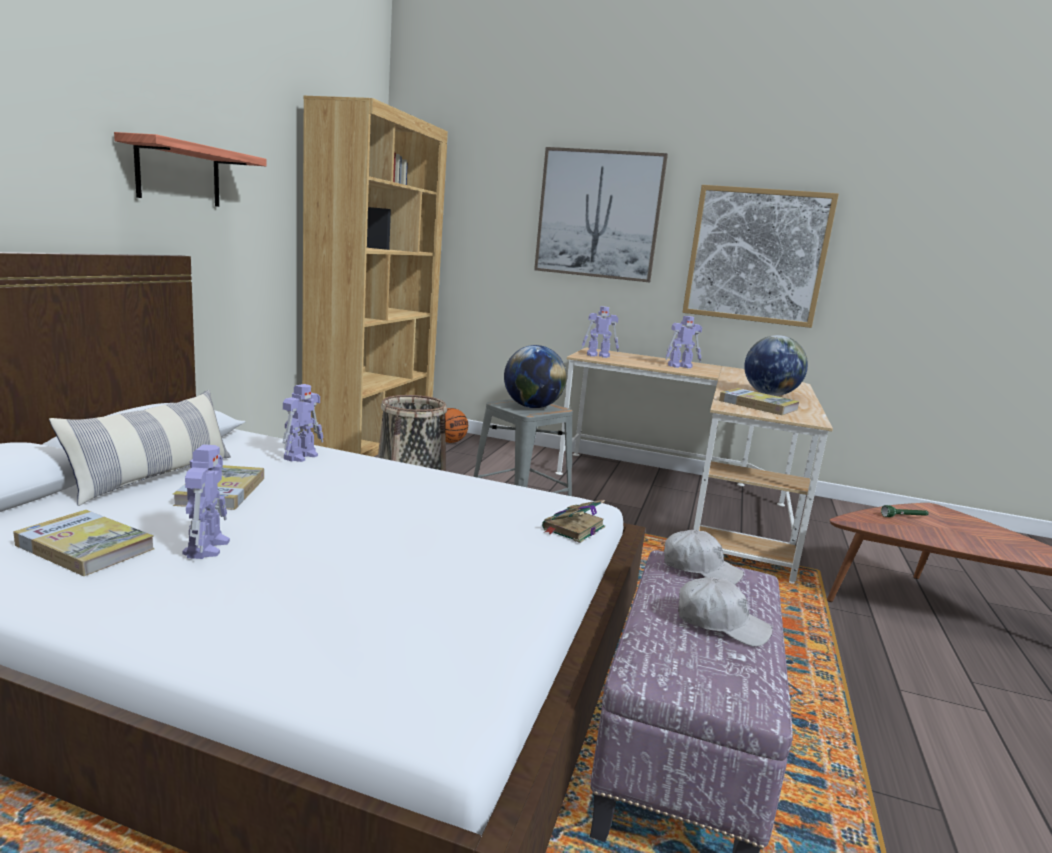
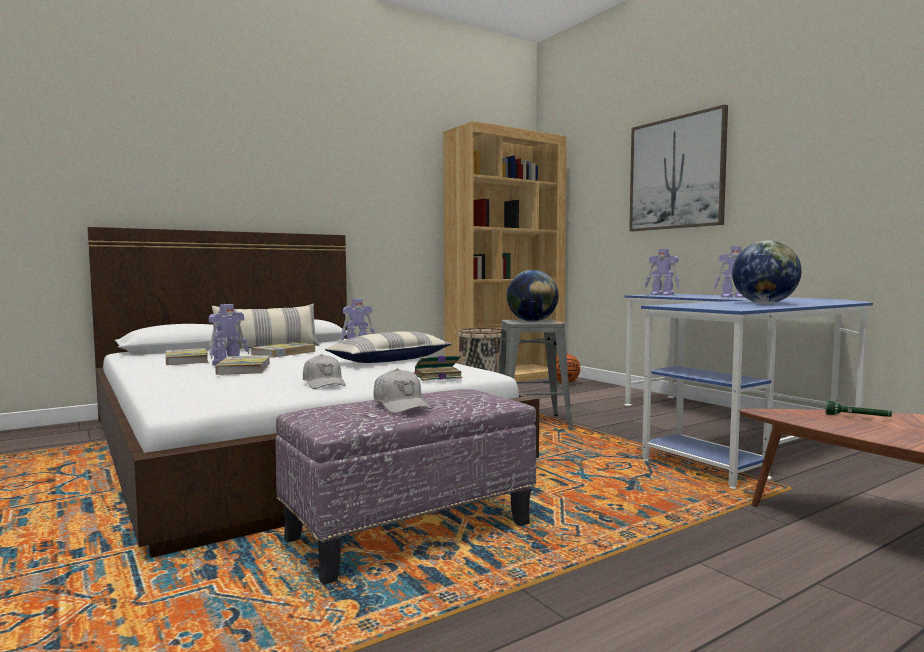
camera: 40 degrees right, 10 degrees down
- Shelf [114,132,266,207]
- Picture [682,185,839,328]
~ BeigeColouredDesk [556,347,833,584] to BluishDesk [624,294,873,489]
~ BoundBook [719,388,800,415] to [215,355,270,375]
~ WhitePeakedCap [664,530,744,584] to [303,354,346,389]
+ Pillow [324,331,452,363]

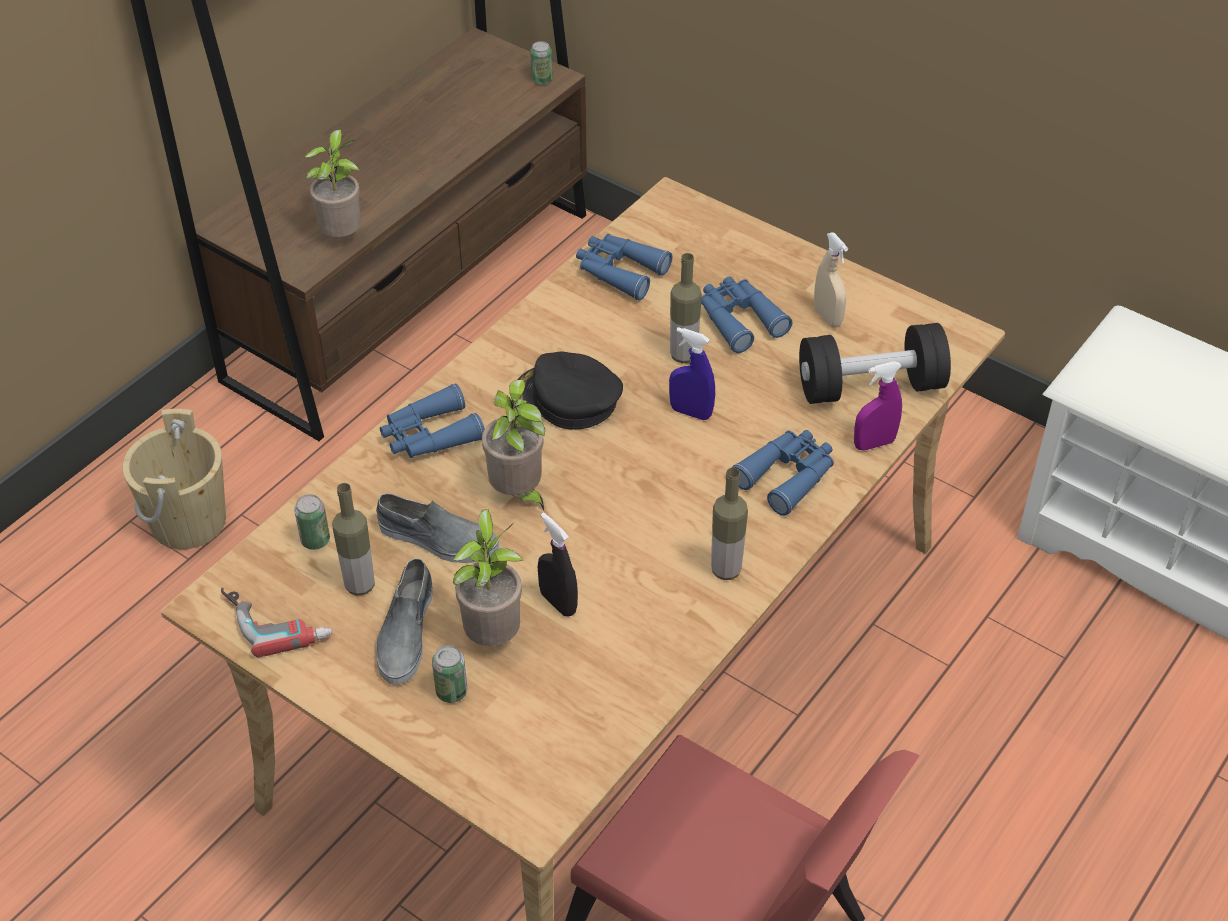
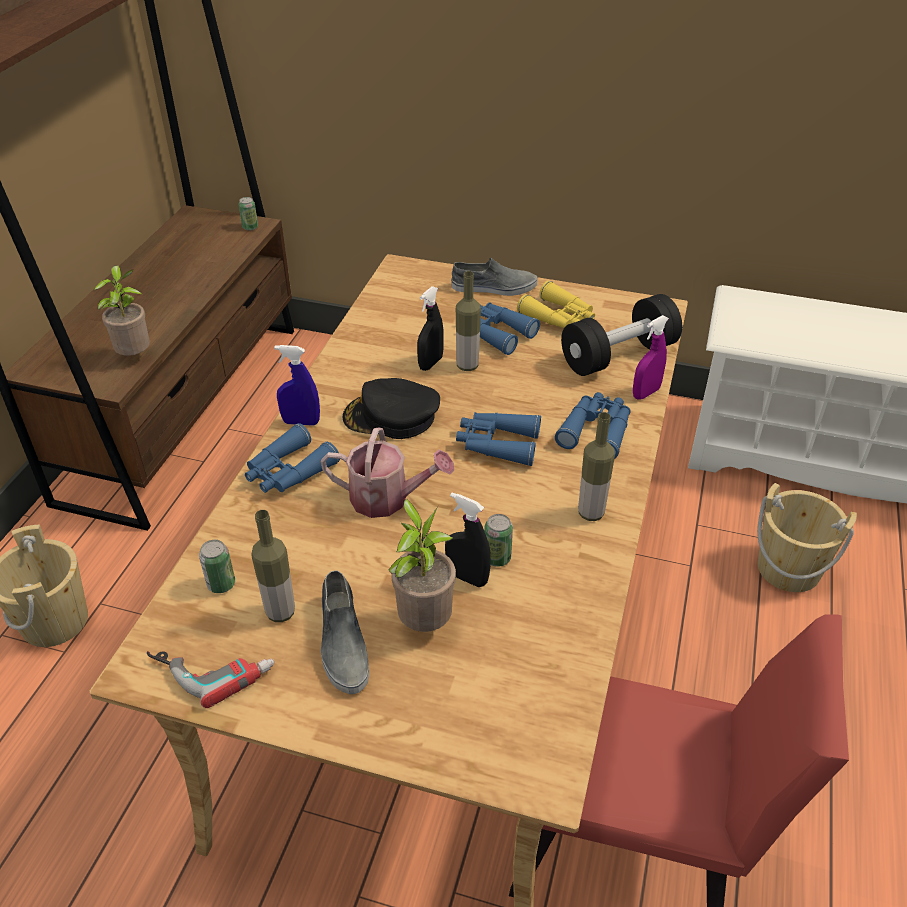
camera: 20 degrees left, 5 degrees down
~ BeigeColouredSprayBottle [814,232,848,328] to YellowishPairOfBinoculars [517,281,595,328]
~ BluishPairOfBinoculars [576,234,672,301] to [456,412,541,466]
~ BluishSprayBottle [669,327,715,420] to [274,345,320,426]
~ PottedPlant [482,380,545,510] to SprinklingCan [321,428,454,518]
~ GreyishShoe [376,493,499,563] to [451,258,537,296]
~ SealedCan [432,645,467,703] to [484,514,513,567]
+ BlackColouredSprayBottle [417,286,443,371]
+ BeigeColouredPail [757,483,857,592]

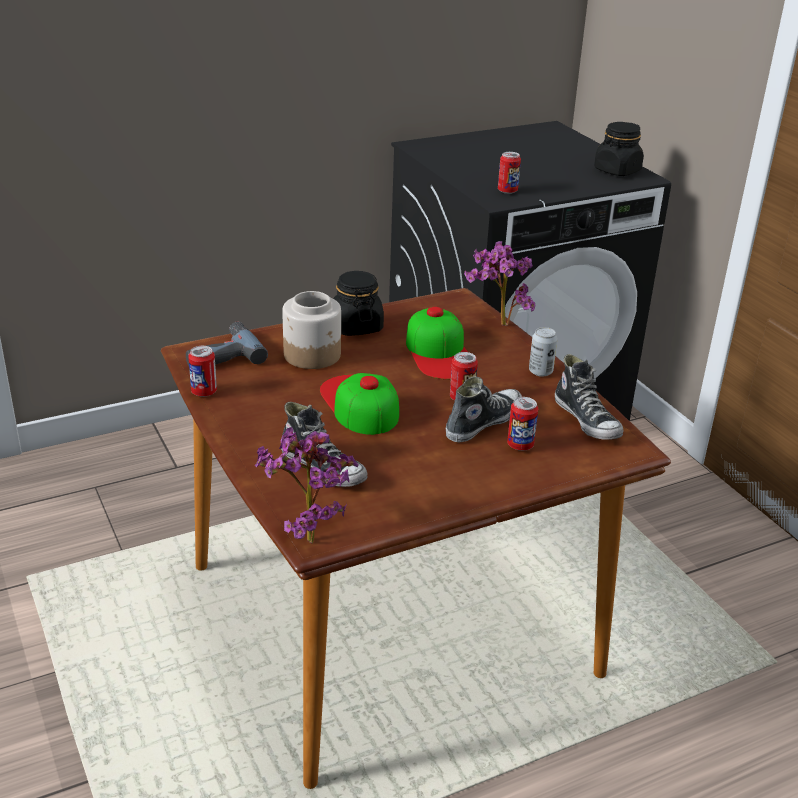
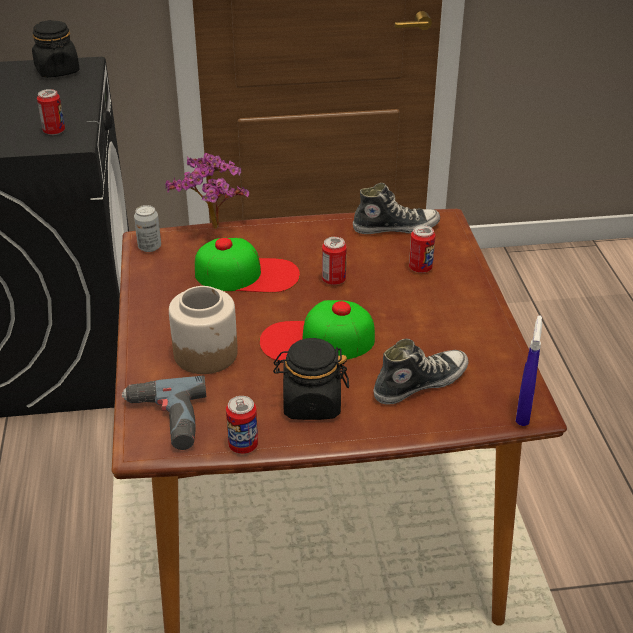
camera: 70 degrees left, 5 degrees up
~ BlackColouredPreserveJar [333,271,384,336] to [273,338,349,420]
~ SealedCan [529,327,557,377] to [134,205,161,252]
- Shoe [446,376,522,442]
~ PottedPlant [255,427,359,544] to BluishSprayBottle [516,315,542,426]

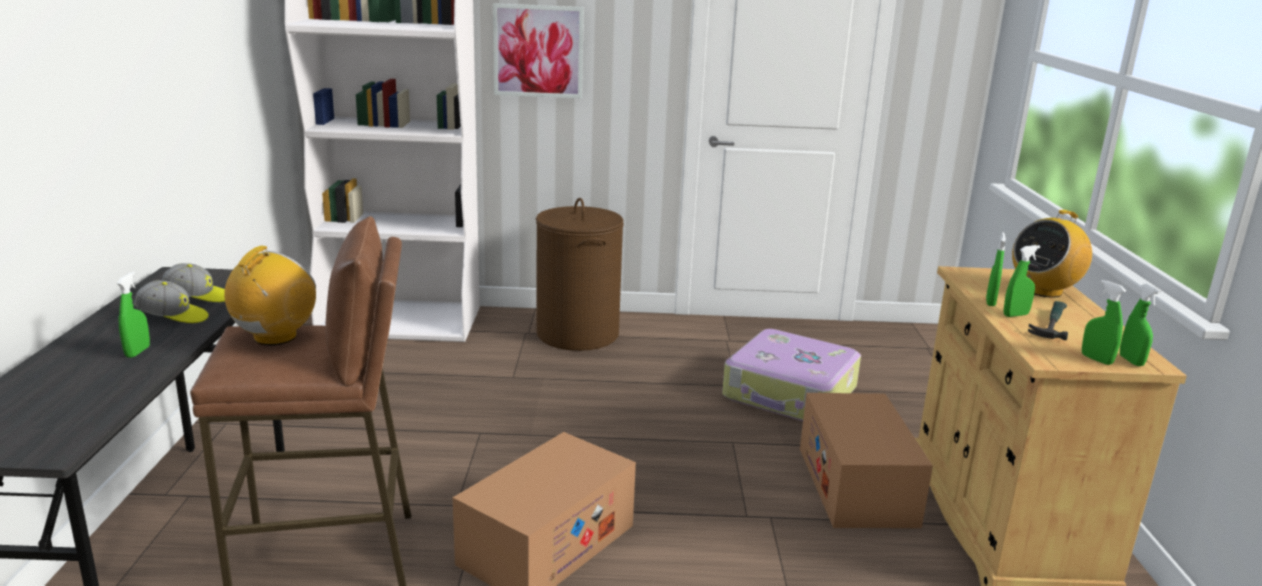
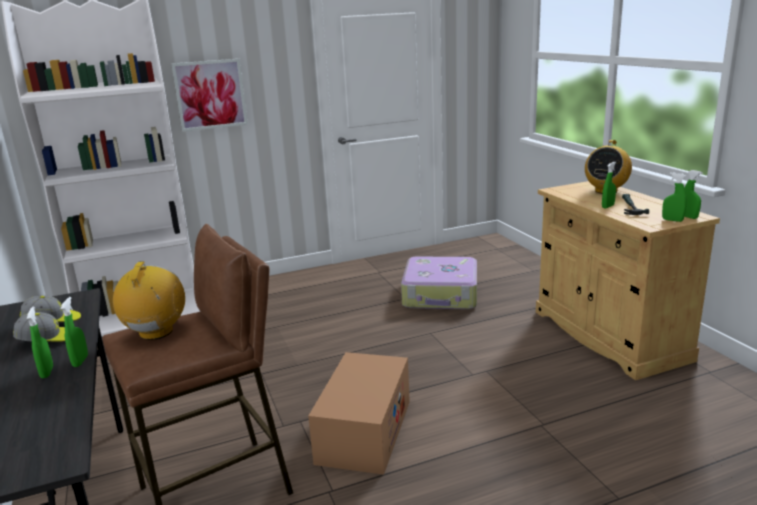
camera: 20 degrees left, 0 degrees up
- BrownColouredLaundryBasket [536,198,624,351]
~ GreenishSprayBottle [986,232,1006,306] to [60,297,88,367]
- CardboardBox [800,393,933,528]

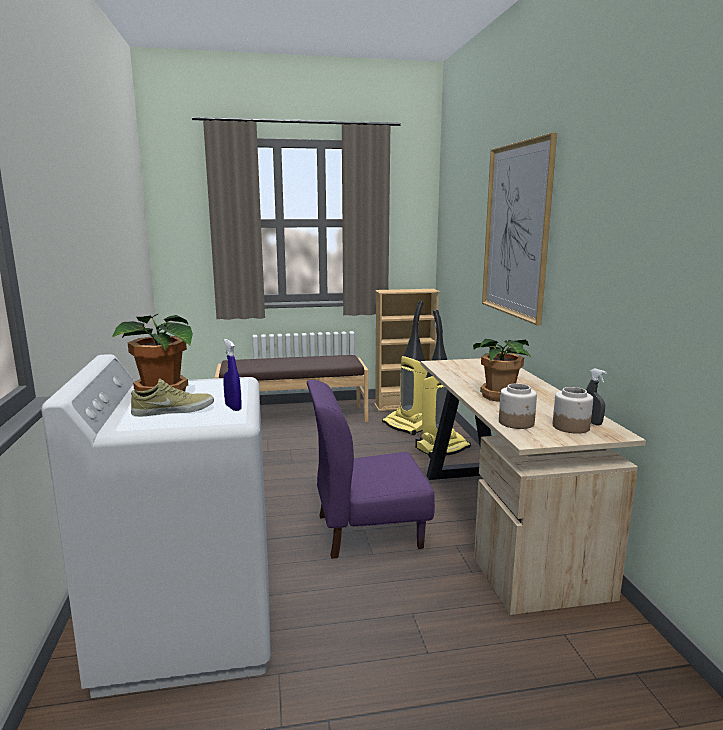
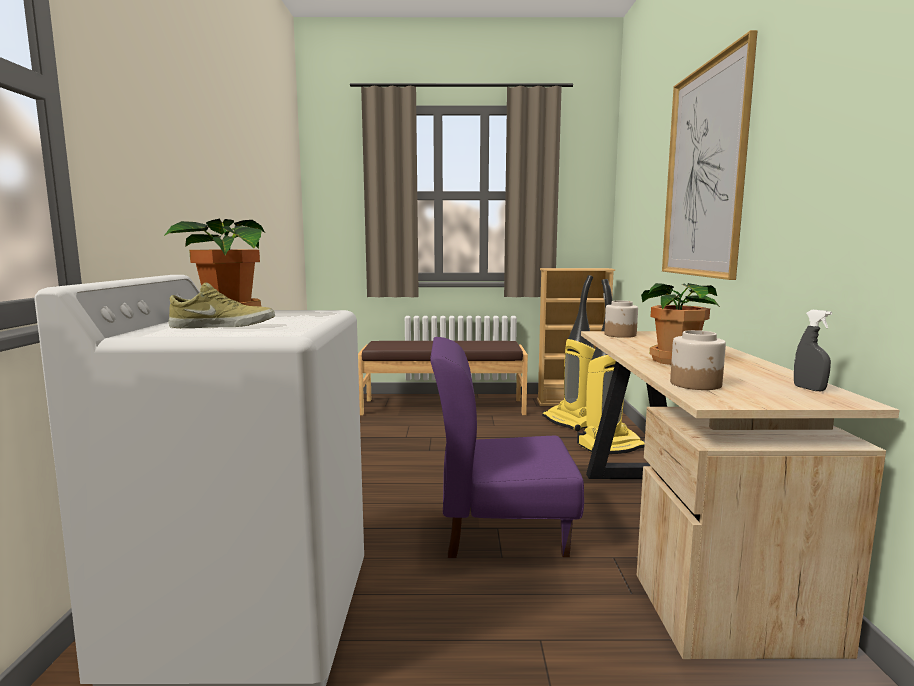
camera: 10 degrees right, 5 degrees down
- BluishSprayBottle [223,339,242,411]
~ PreserveJar [553,387,593,434] to [605,301,638,338]

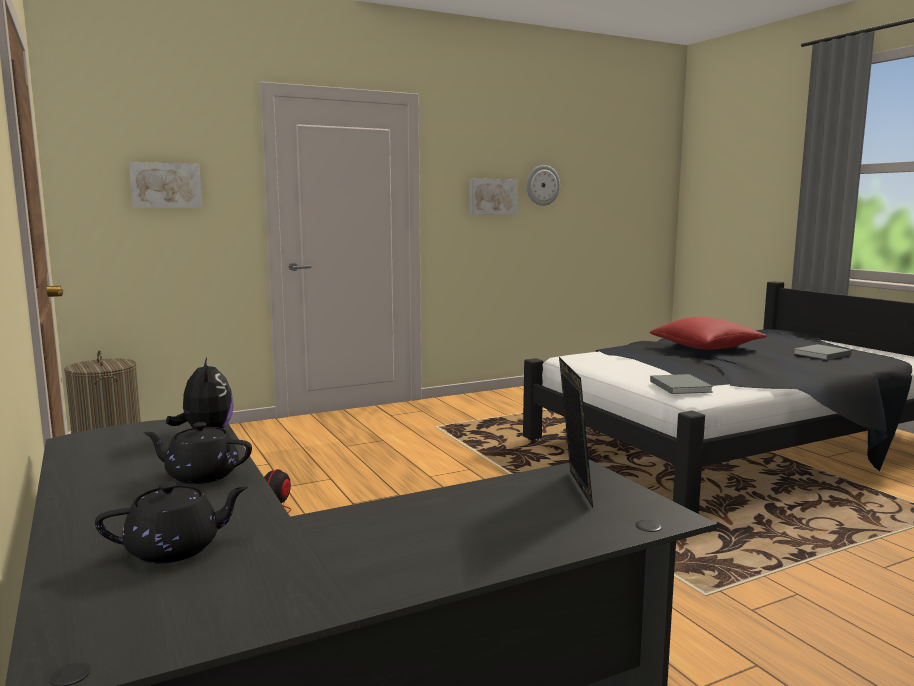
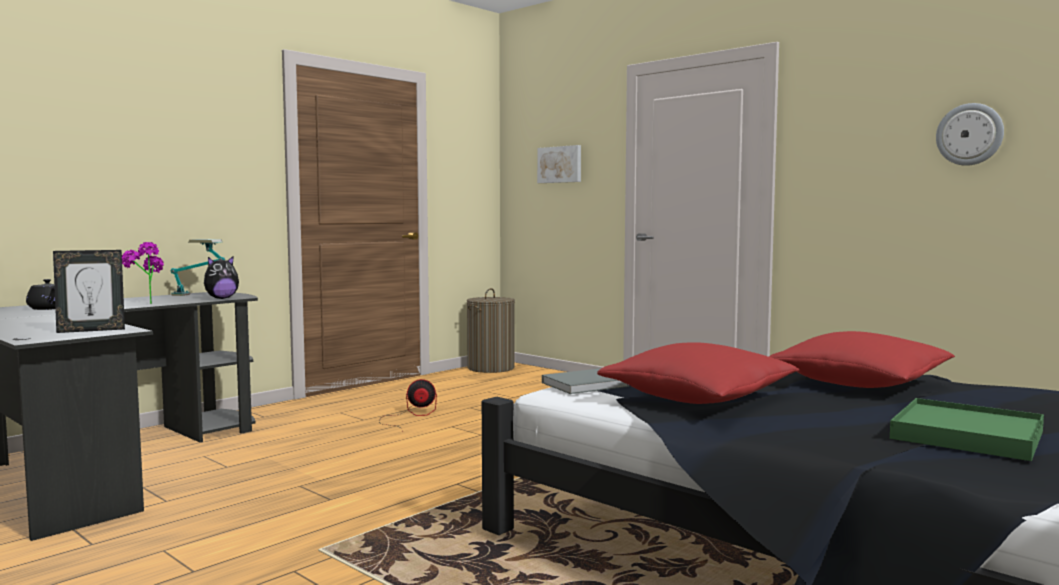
camera: 70 degrees right, 5 degrees down
- Picture [469,179,518,215]
~ GreyishBoundBook [793,344,852,360] to GreenishServingTray [890,398,1044,461]
~ BlackColouredTeapot [144,422,252,484] to PottedPlant [122,242,164,304]
+ TableLamp [171,239,225,296]
+ RedPillow [597,342,799,404]

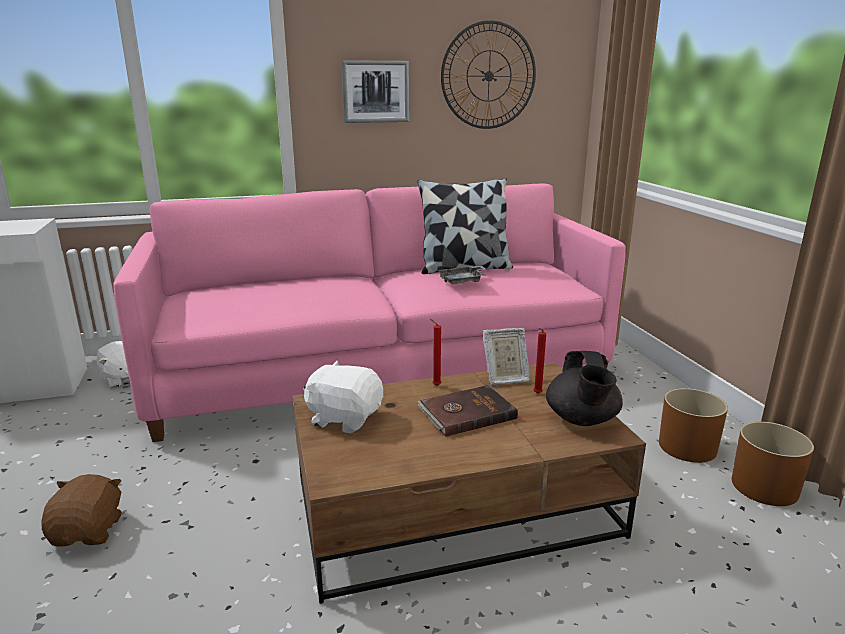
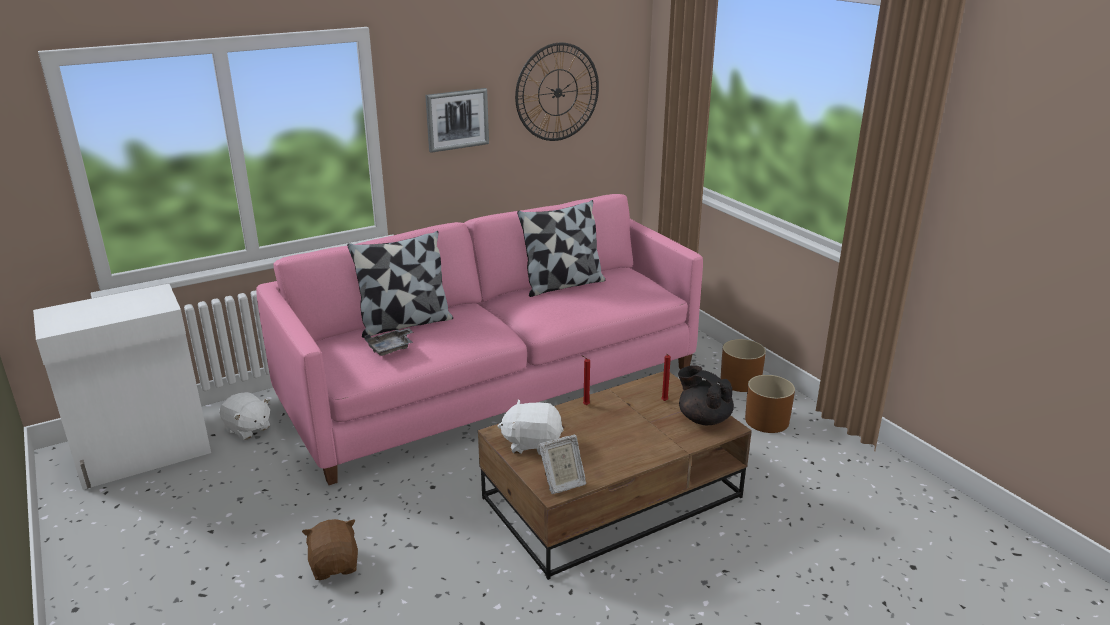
camera: 15 degrees left, 5 degrees up
~ GreyishServingTray [437,266,486,284] to [364,328,414,356]
~ PictureFrame [482,328,530,385] to [539,434,586,494]
~ BlackColouredTeapot [546,351,623,426] = [678,365,734,425] 150 degrees clockwise
- BrownColouredBoundBook [417,385,518,437]
~ BrownColouredFlowerPot [732,422,814,506] to [720,339,766,392]
+ Pillow [347,231,453,338]

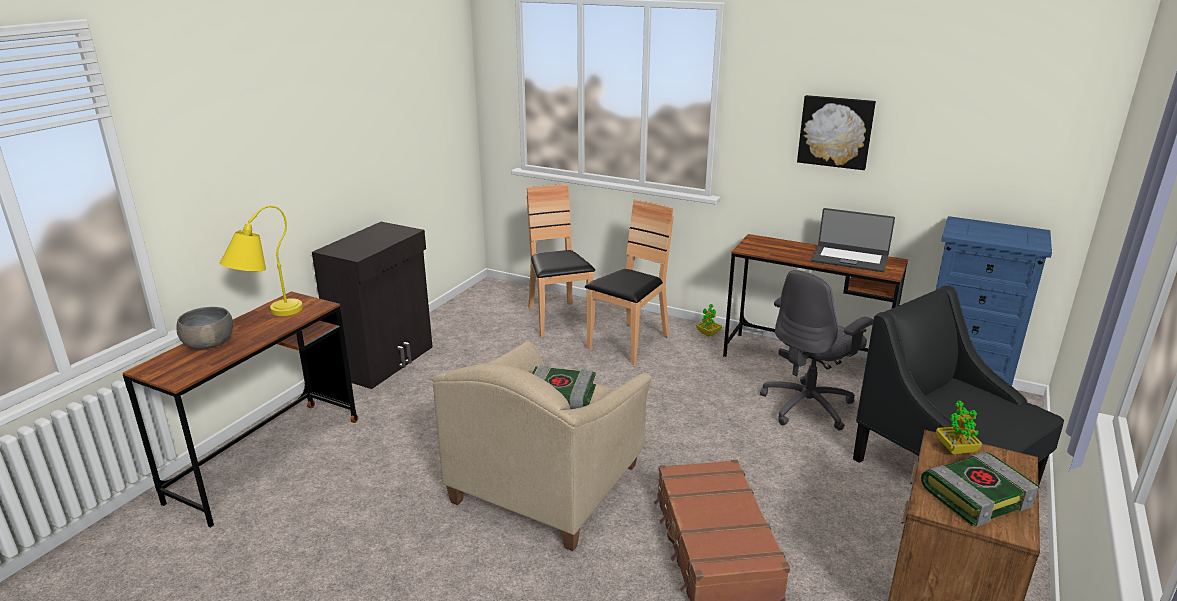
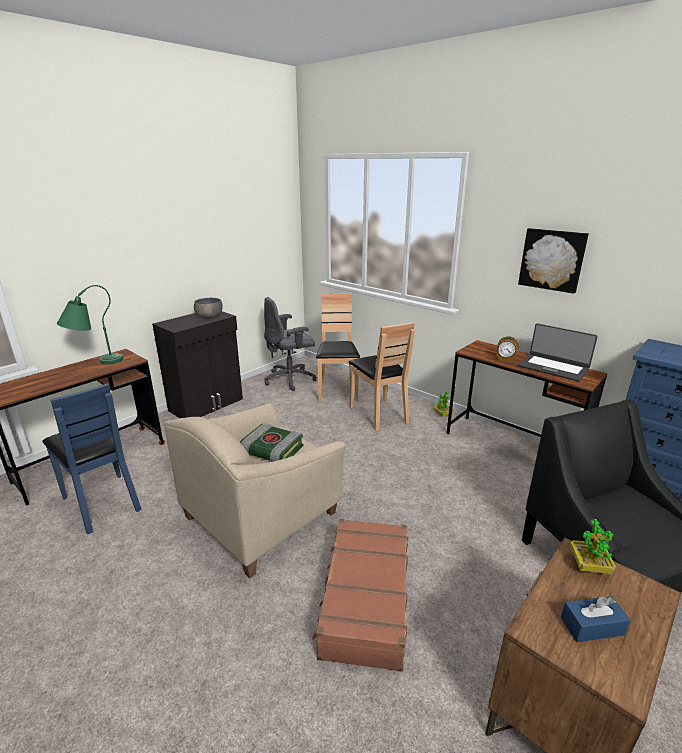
camera: 15 degrees right, 0 degrees up
~ BrownColouredPlainChair [585,200,674,365] = [349,322,415,431] 105 degrees clockwise
~ YellowishTableLamp [220,205,303,316] to GreenishTableLamp [57,285,123,365]
~ GreyishDeskChair [760,270,873,431] to [264,297,317,391]
~ GreyishDeepDish [176,307,233,349] to [194,298,223,319]
~ BoundBook [921,452,1040,527] to BluishTissueHolder [561,596,630,642]
+ BedsideClock [497,336,519,363]
+ BluishPlainChair [42,383,142,534]

